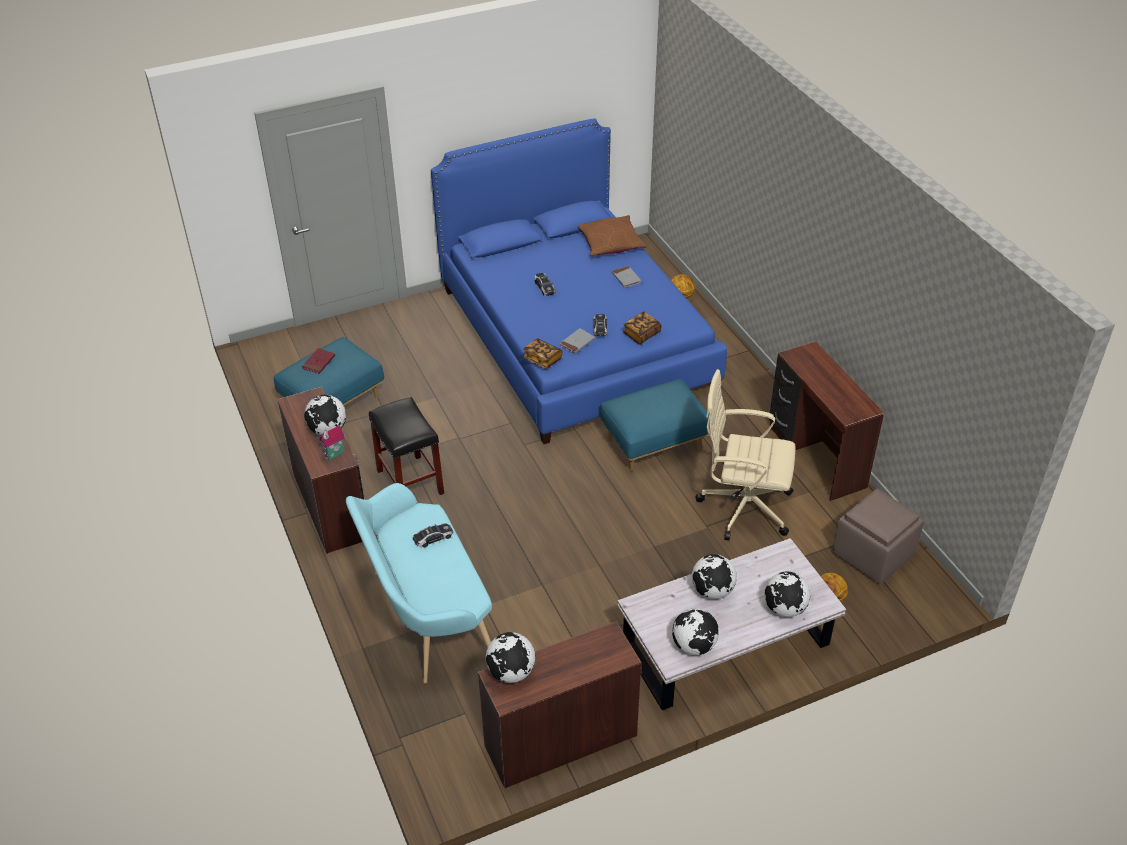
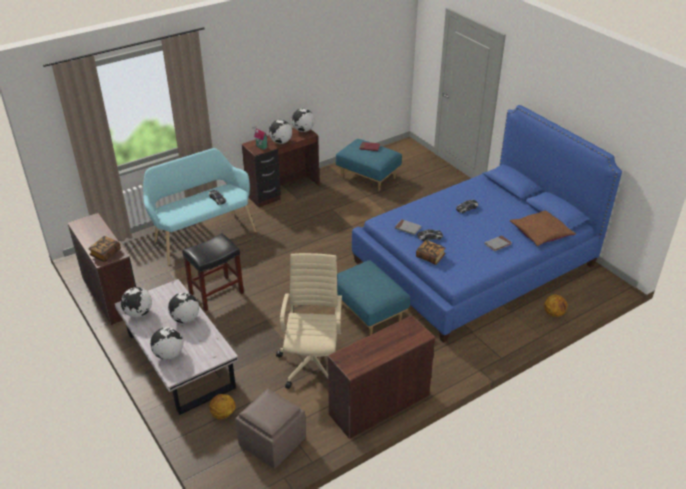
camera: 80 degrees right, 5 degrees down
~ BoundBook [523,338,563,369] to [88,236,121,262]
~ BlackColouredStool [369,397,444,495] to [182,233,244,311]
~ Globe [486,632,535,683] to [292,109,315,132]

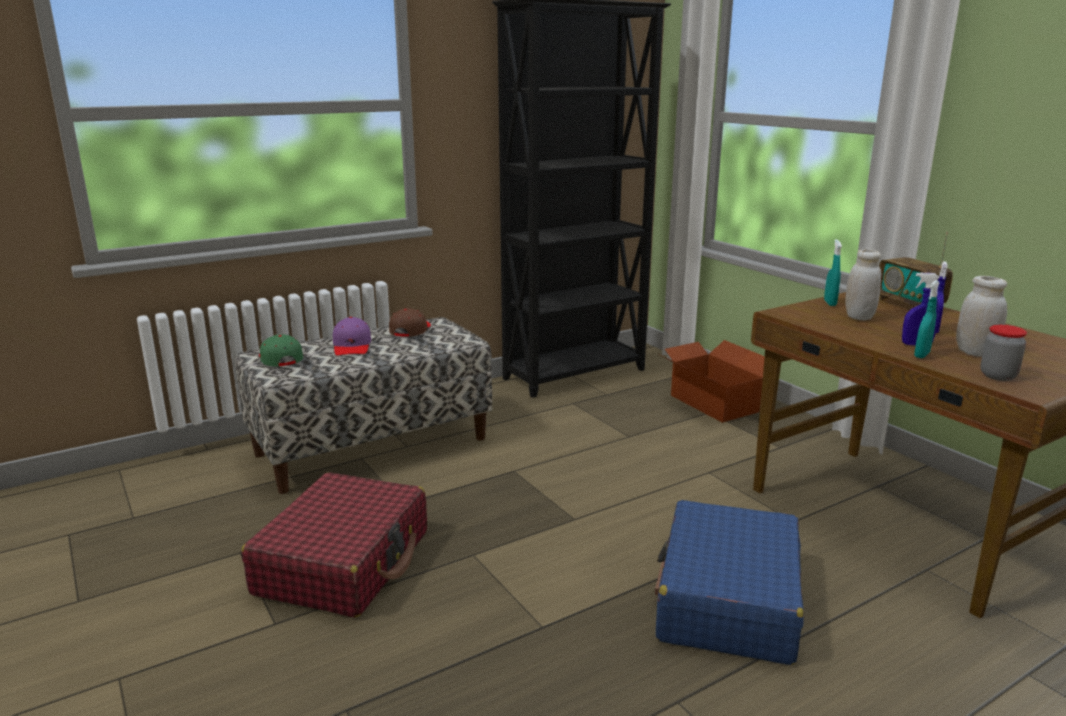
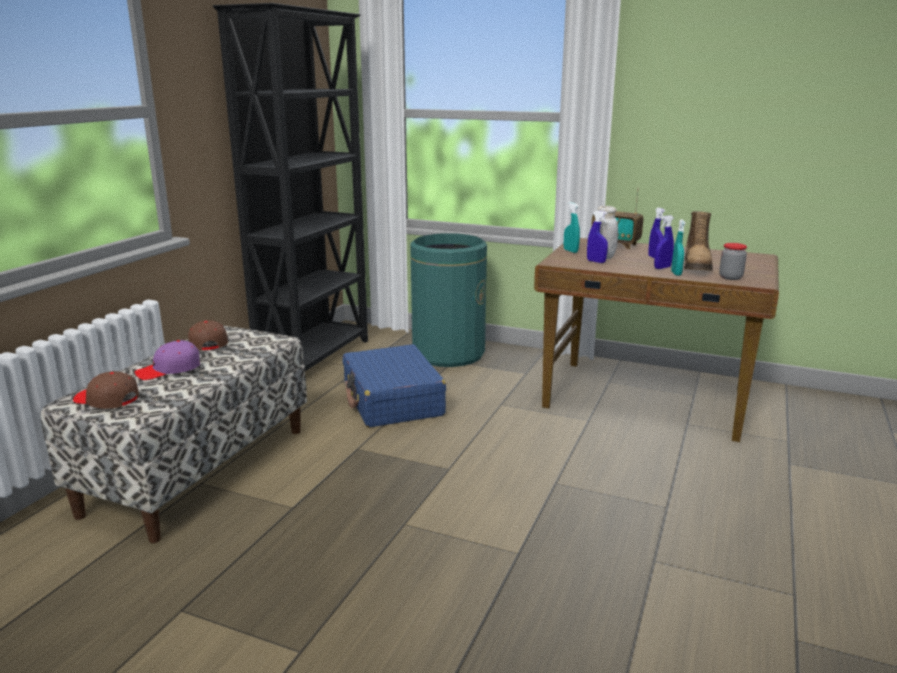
camera: 35 degrees left, 0 degrees up
~ WhitePreserveJar [956,276,1007,357] to Boot [684,211,713,271]
~ PurpleColouredPeakedCap [333,317,371,356] = [135,340,200,380] 105 degrees clockwise
~ GreenishPeakedCap [259,334,303,367] to BrownColouredPeakedCap [73,371,139,409]
~ CardboardBox [660,340,765,423] to GreenishTrashCan [410,233,487,367]
- RedSuitcase [241,472,427,618]
~ BluishSuitcase [655,500,804,665] to [343,344,446,427]
+ BluishSprayBottle [587,211,608,263]

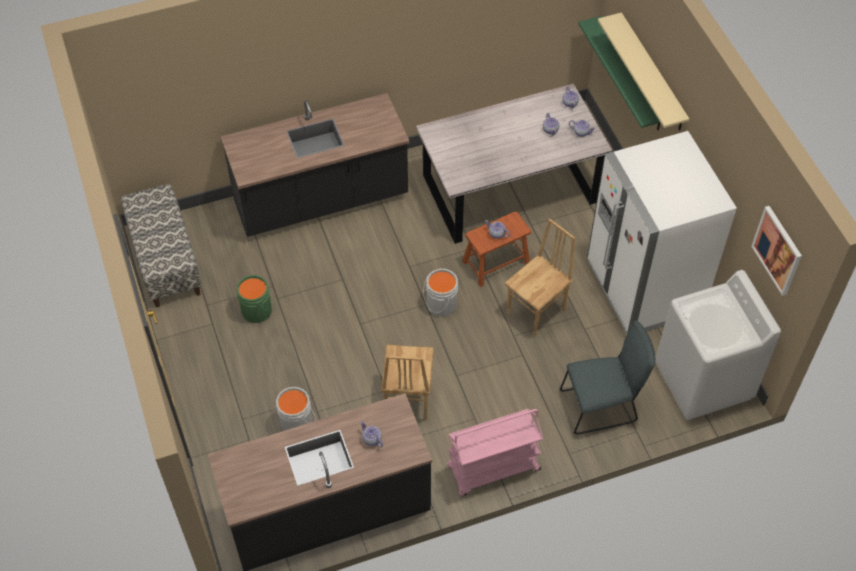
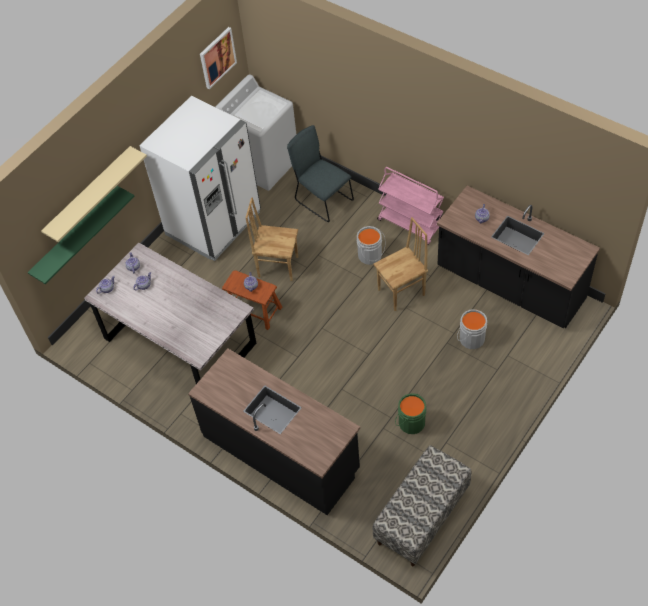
camera: 120 degrees left, 0 degrees up
~ GreyishPail [423,269,458,317] to [357,226,385,265]

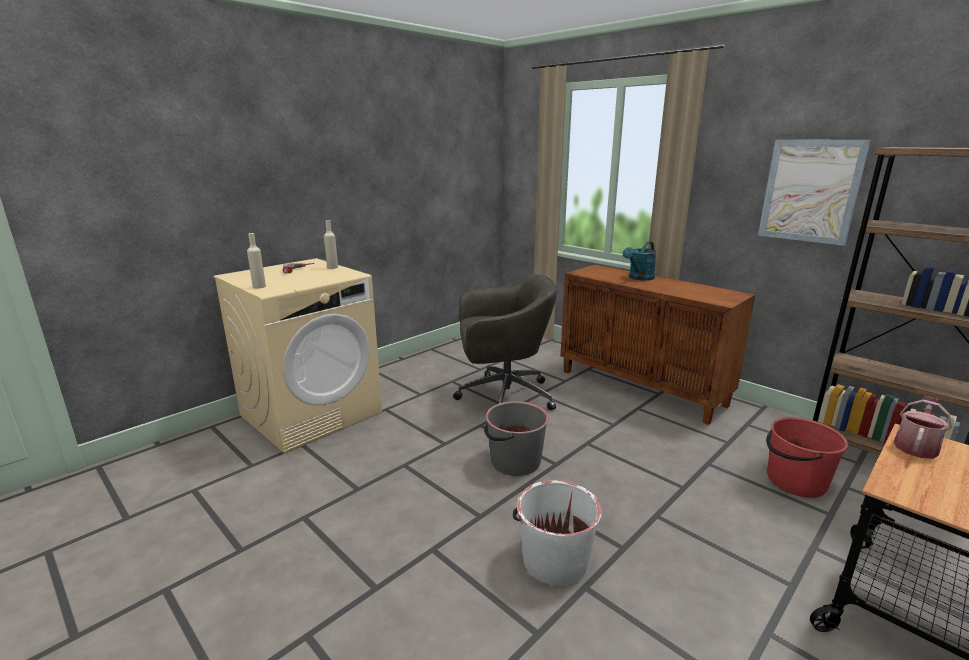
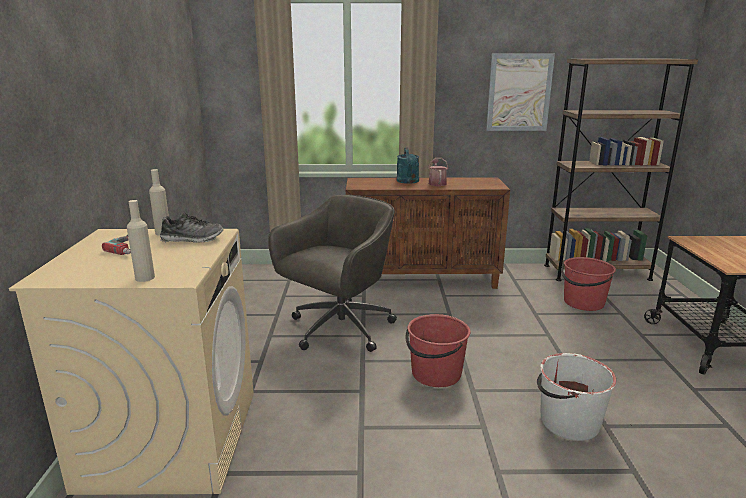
camera: 45 degrees left, 0 degrees up
~ SprinklingCan [894,396,951,459] to [428,158,448,186]
~ GreyishPail [484,401,548,476] to RedPail [406,314,471,387]
+ Shoe [160,213,224,243]

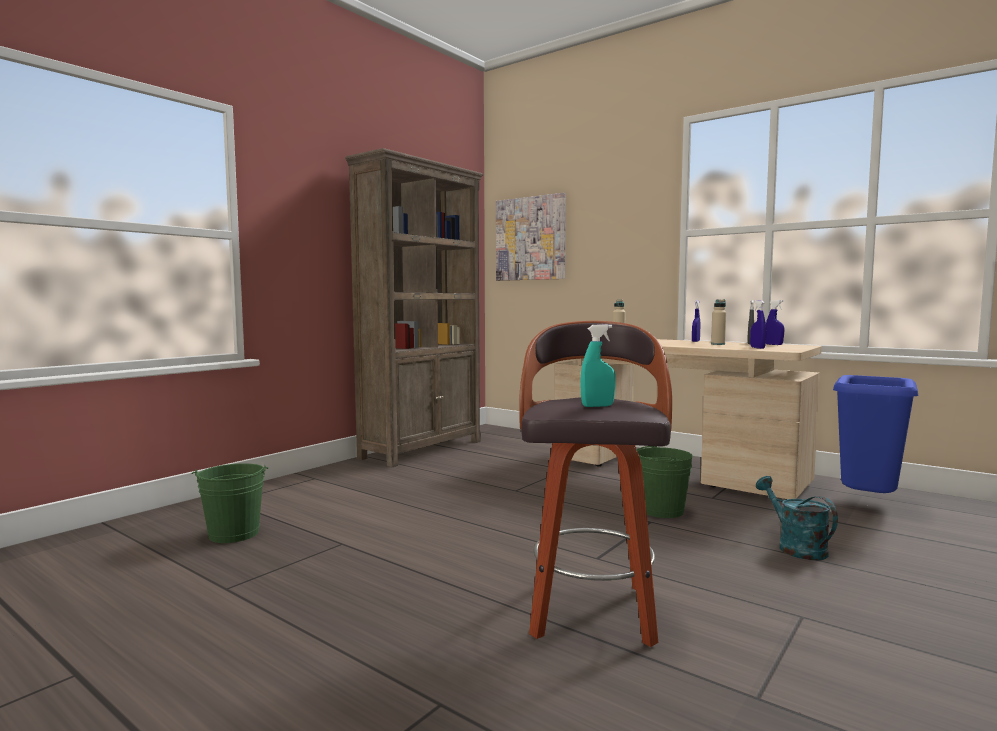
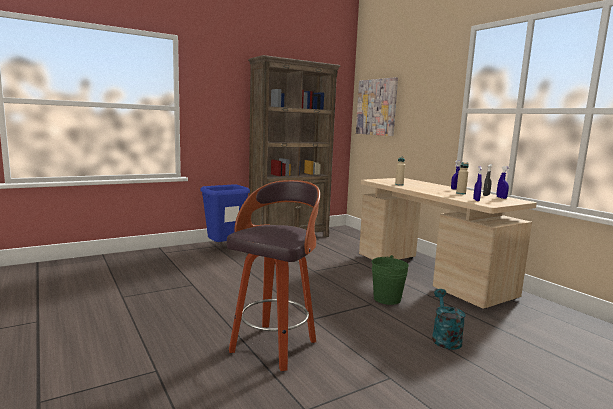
camera: 20 degrees right, 5 degrees up
- BlueGreenSprayBottle [580,324,616,407]
~ BluishTrashCan [833,375,918,493] to [200,185,250,242]
- GreenishPail [191,463,268,543]

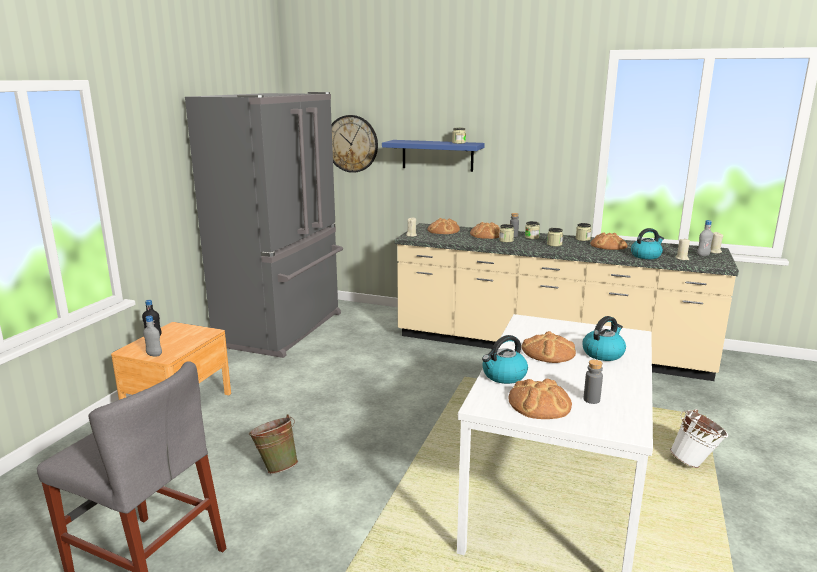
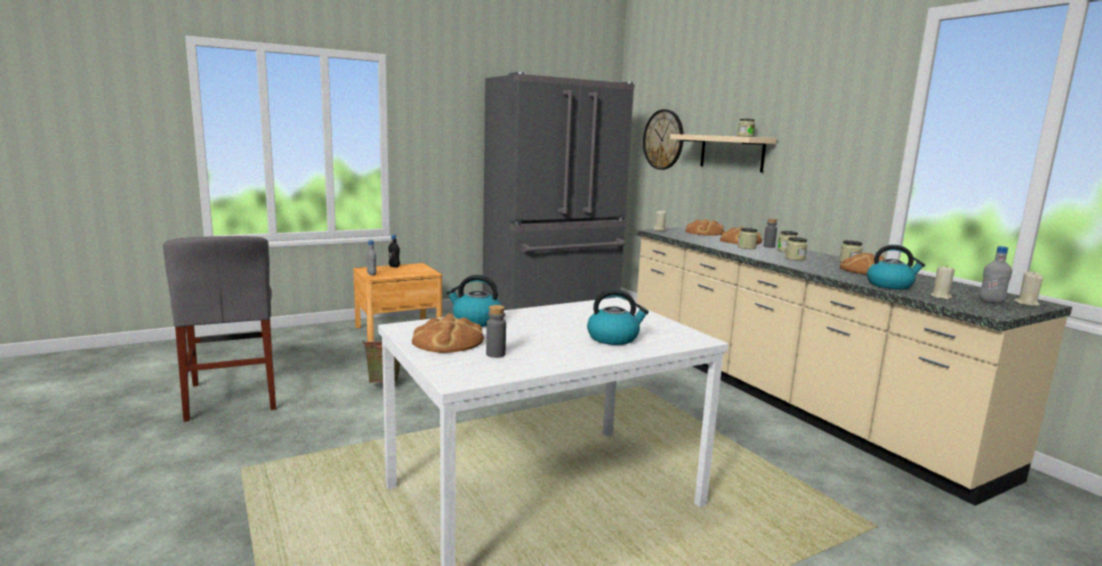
camera: 40 degrees right, 5 degrees down
~ BluishShelf [382,140,485,172] to BeigeColouredShelf [670,134,777,172]
- BakeryBread [521,331,576,363]
- WhitePail [670,409,728,468]

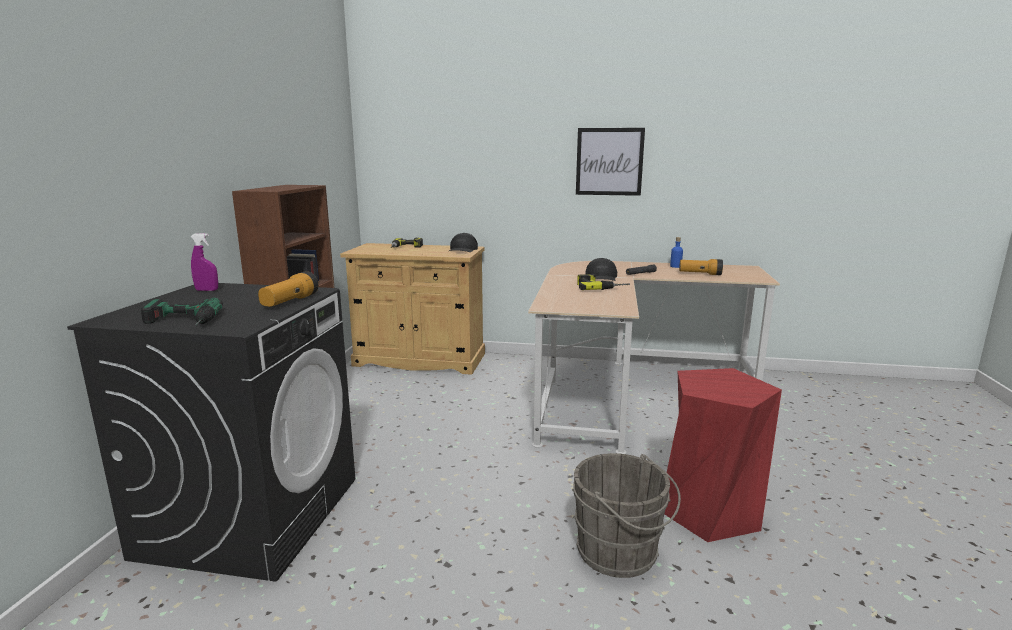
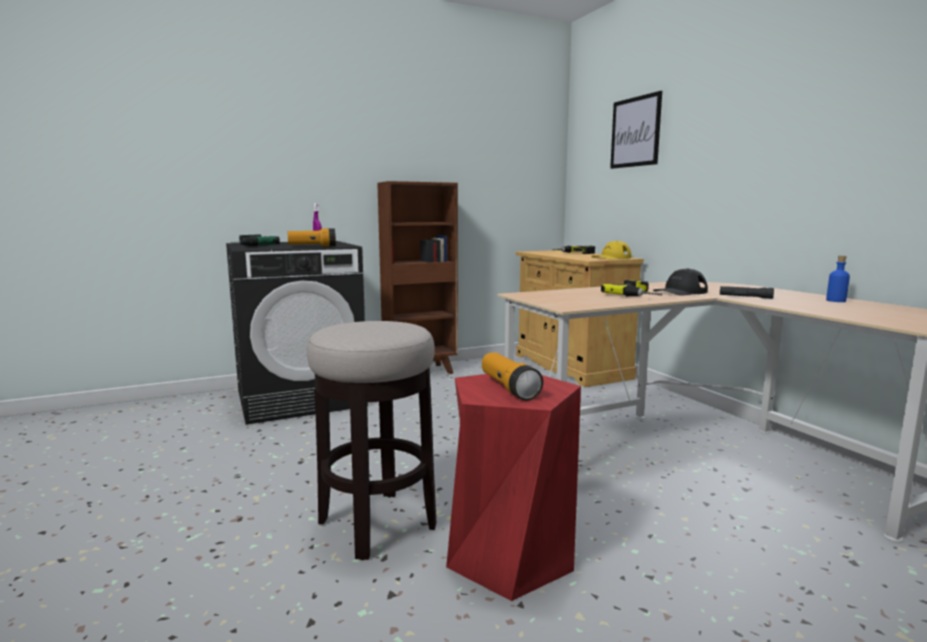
camera: 55 degrees right, 5 degrees down
~ Picture [576,128,645,196] to [610,91,662,169]
~ BlackColouredPeakedCap [449,233,478,252] to YellowishPeakedCap [591,241,631,259]
~ Torch [679,259,723,275] to [482,352,543,400]
~ GreyishPail [572,453,681,578] to Stool [307,321,436,560]

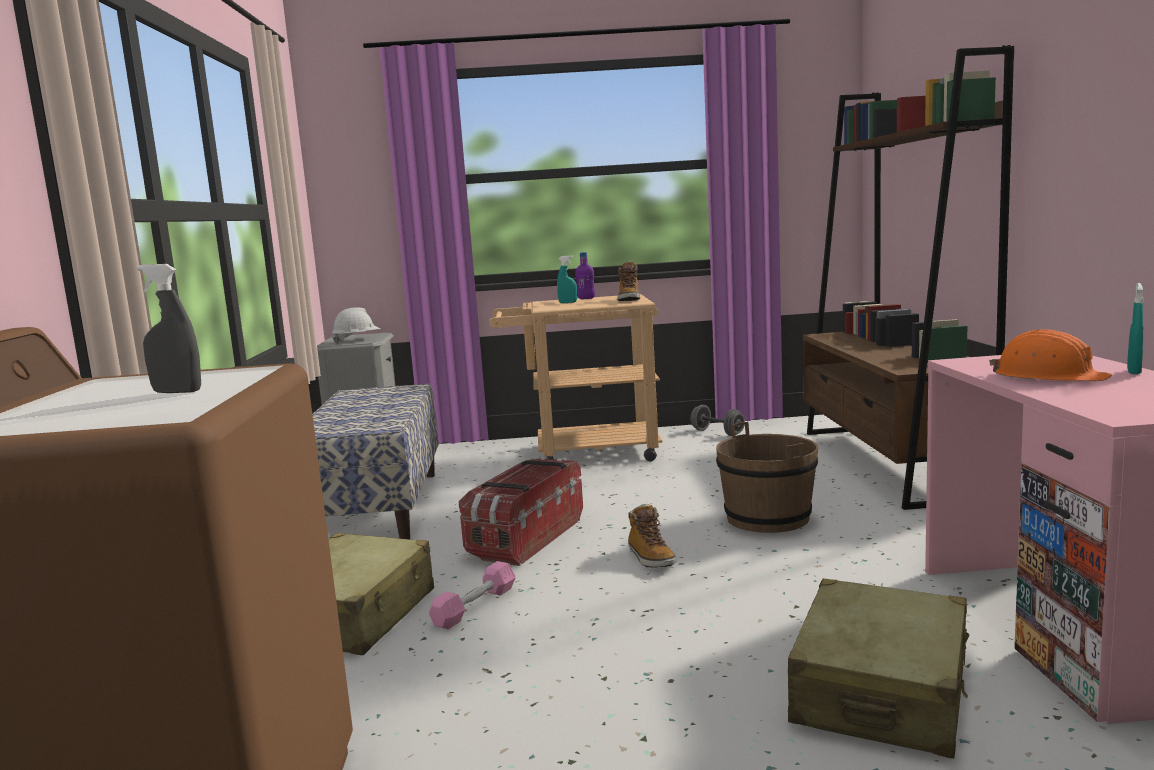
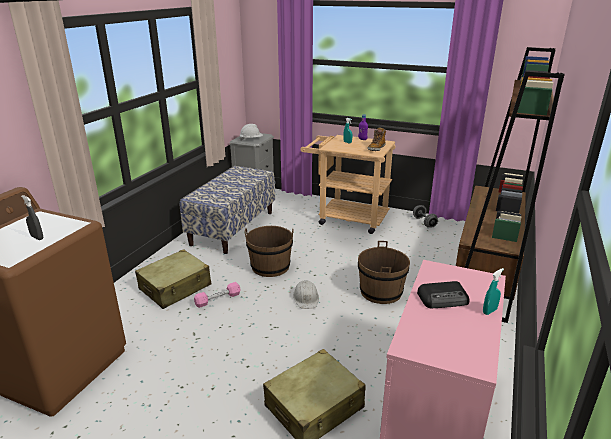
camera: 25 degrees right, 15 degrees up
~ OrangeHardHat [989,329,1112,381] to RadioSet [417,281,469,308]
~ StorageContainer [458,457,583,566] to BrownColouredPail [245,226,294,277]
~ Boot [628,504,676,568] to WhiteHardHat [293,280,319,309]

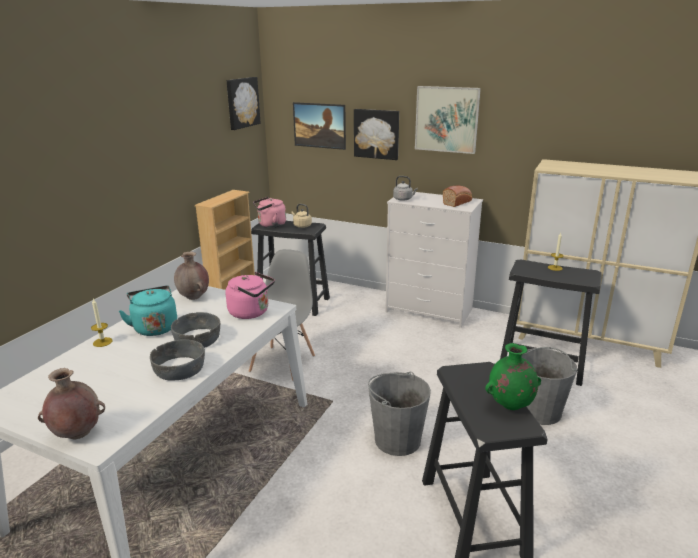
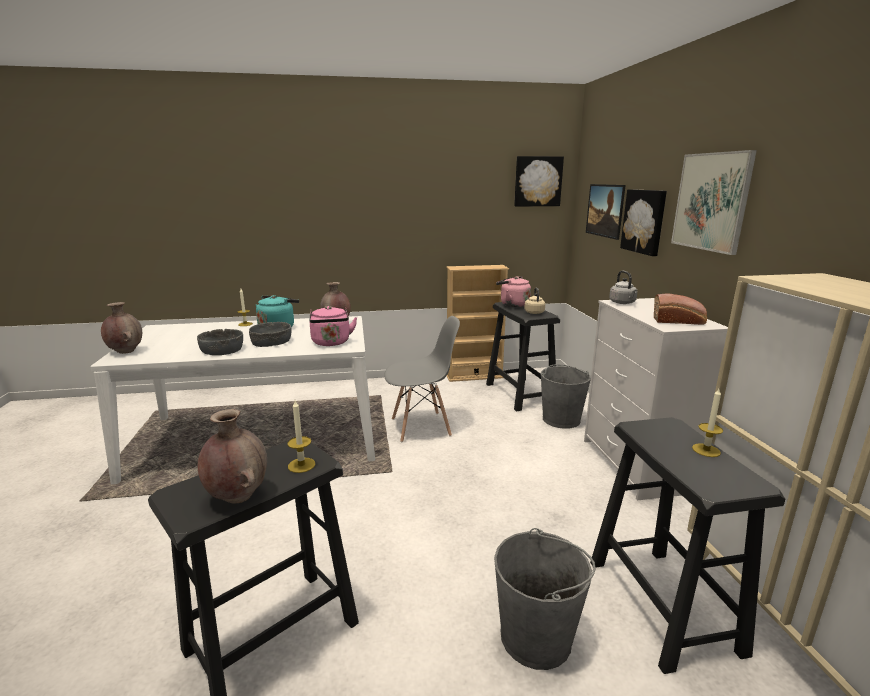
camera: 55 degrees right, 5 degrees down
~ GreenishDecorativeVase [485,343,541,410] to BrownColouredDecorativeVase [198,409,267,503]
~ GreyishPail [368,372,431,456] to [541,364,591,429]
+ WaxLight [287,400,315,473]

